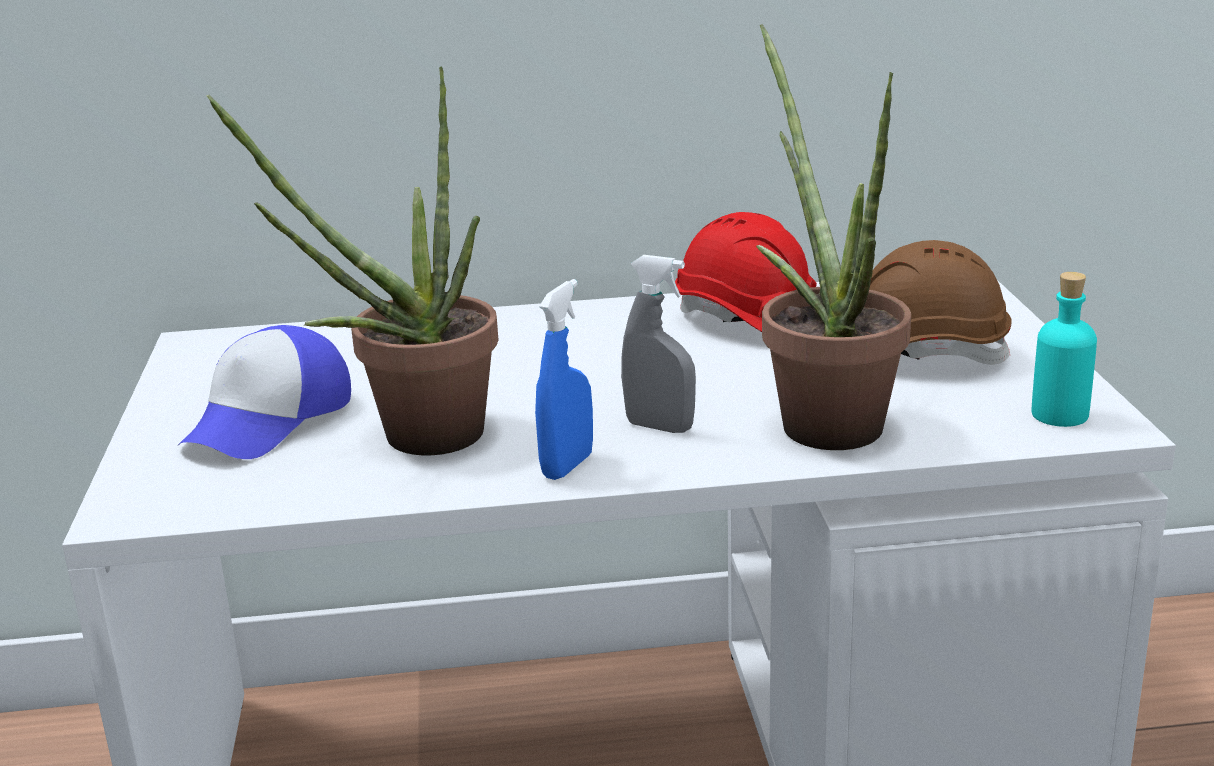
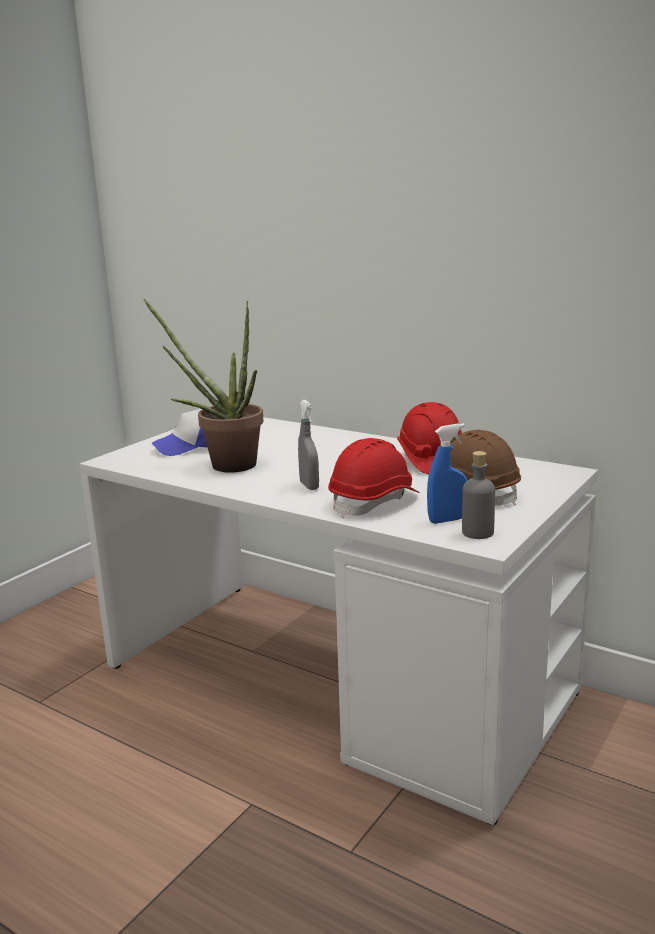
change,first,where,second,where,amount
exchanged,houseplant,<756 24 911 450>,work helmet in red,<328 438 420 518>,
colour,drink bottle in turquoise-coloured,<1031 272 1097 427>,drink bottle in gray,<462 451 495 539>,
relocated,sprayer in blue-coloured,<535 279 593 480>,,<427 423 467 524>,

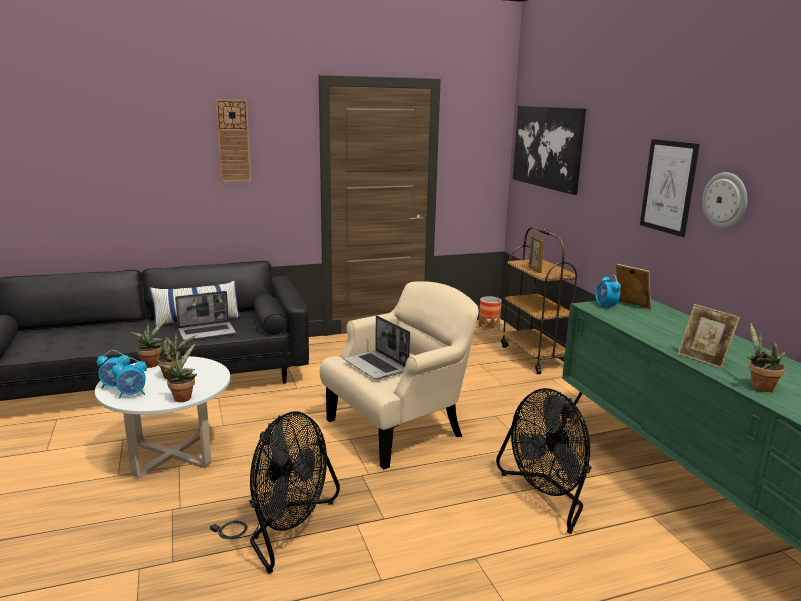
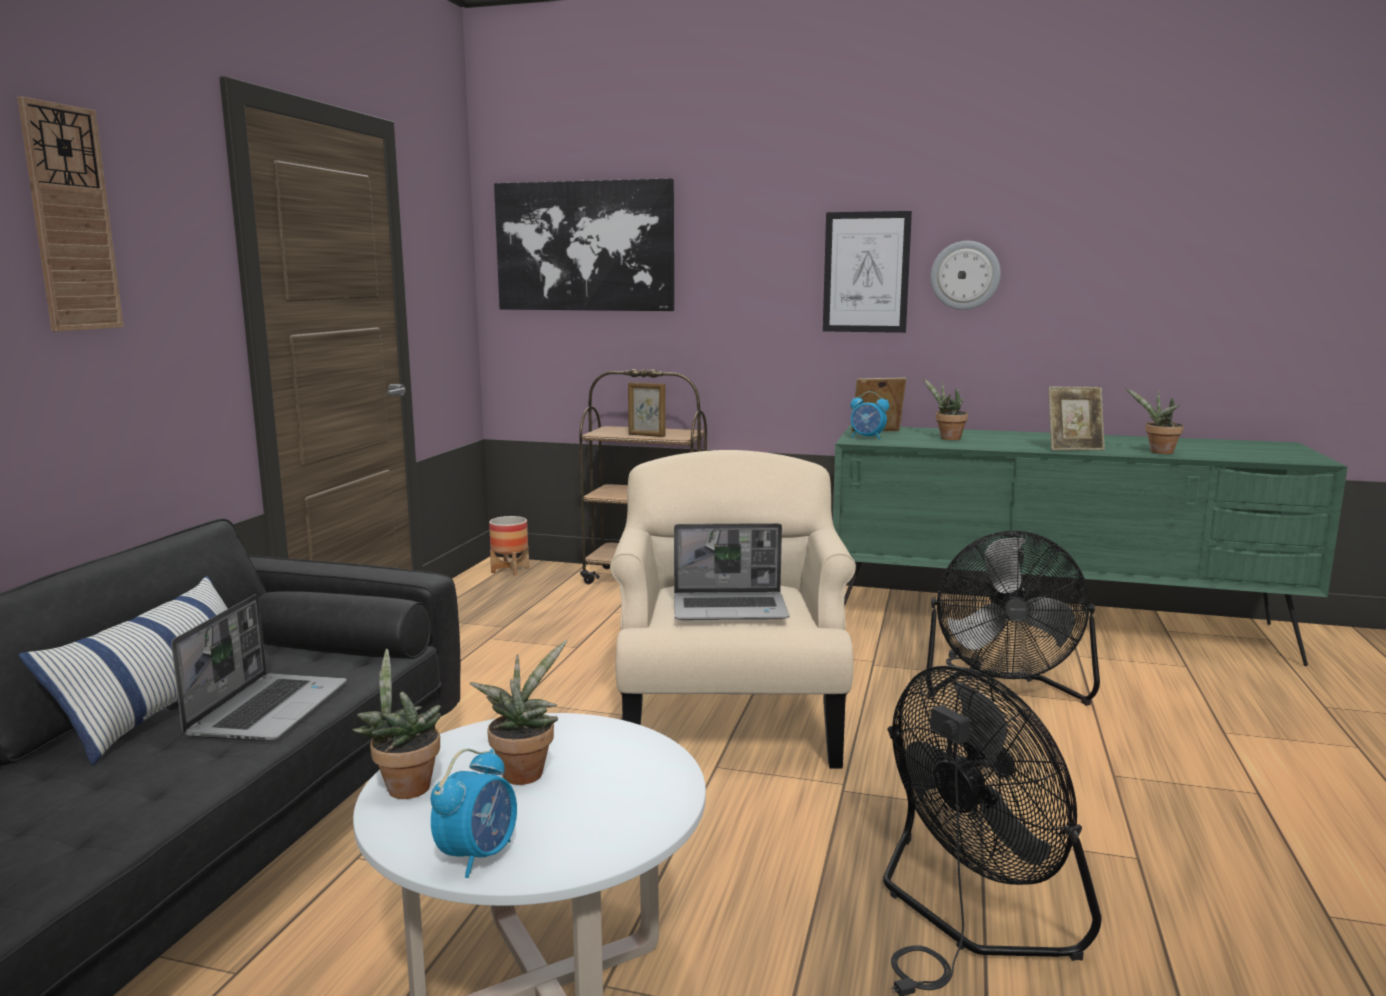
change,first,where,second,where,amount
relocated,houseplant,<158 344 197 402>,,<923 378 968 440>,
missing,alarm clock,<112 358 147 399>,,,

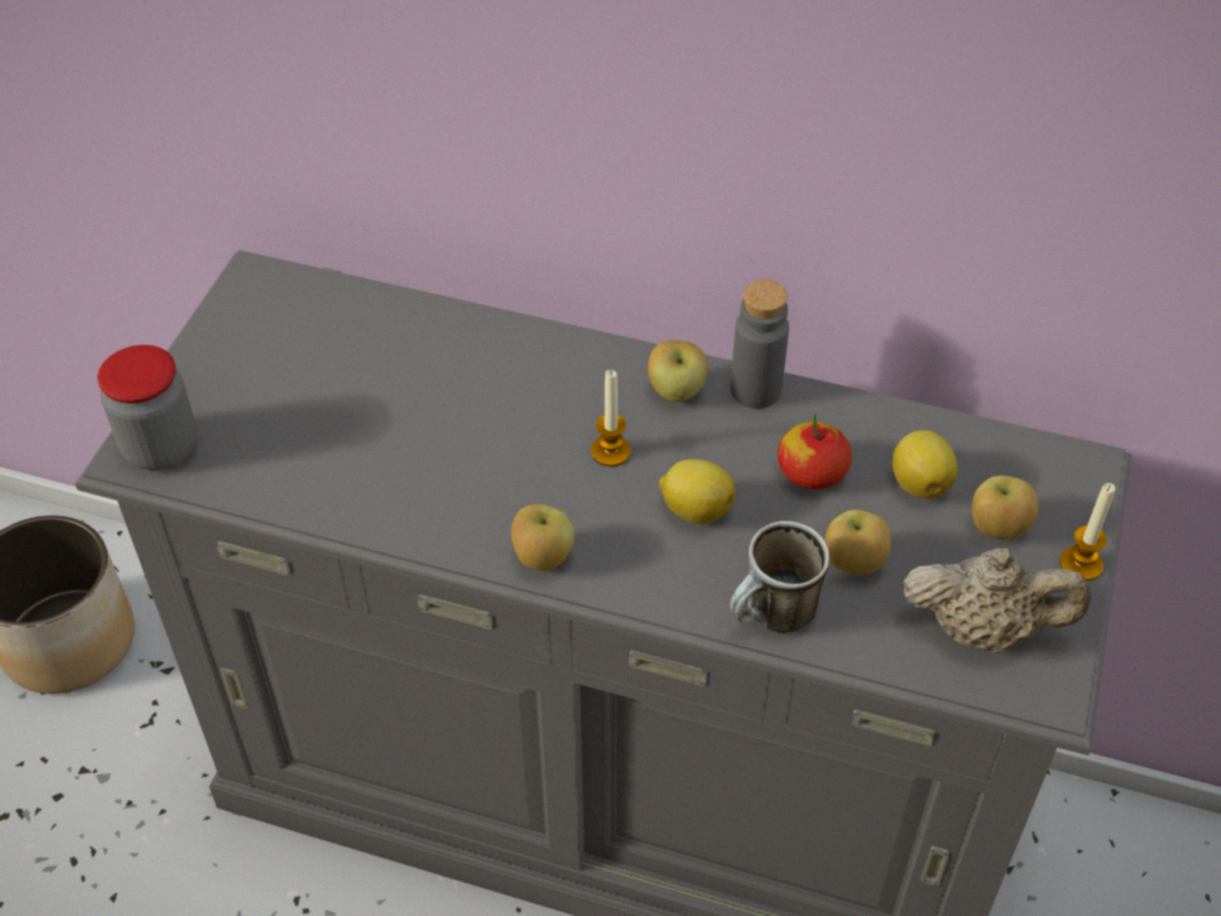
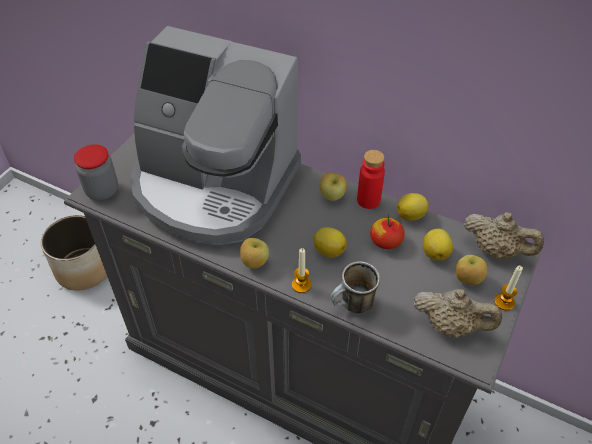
change,first,where,second,where,amount
colour,drink bottle in gray,<731 280 789 409>,drink bottle in red,<357 150 385 209>,
relocated,candle,<591 370 631 467>,,<292 248 311 293>,
missing,whole apple,<825 510 891 575>,,,
appeared,,,coffee brewer,<130 26 301 245>,
appeared,,,citrus fruit,<397 193 428 221>,
appeared,,,tea pot in sand-coloured,<464 212 544 259>,

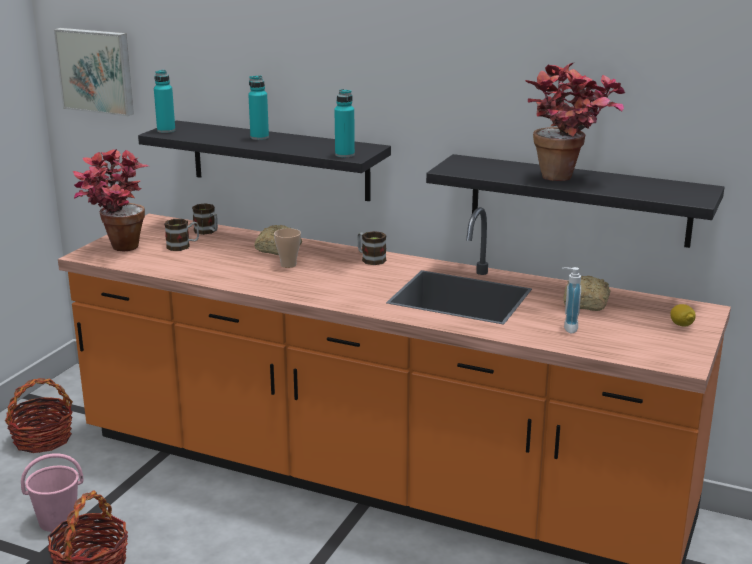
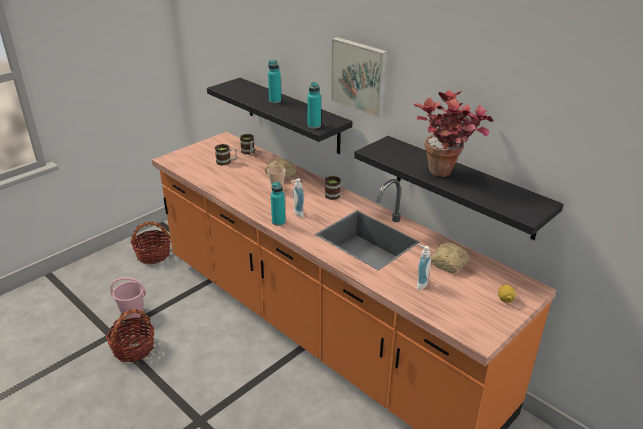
change,first,where,second,where,amount
relocated,wall art,<54 28 134 116>,,<331 37 388 118>,
relocated,drink bottle in turquoise-coloured,<154 70 175 133>,,<271 181 285 226>,
missing,houseplant,<73 149 149 252>,,,
appeared,,,soap bottle,<290 179 304 217>,

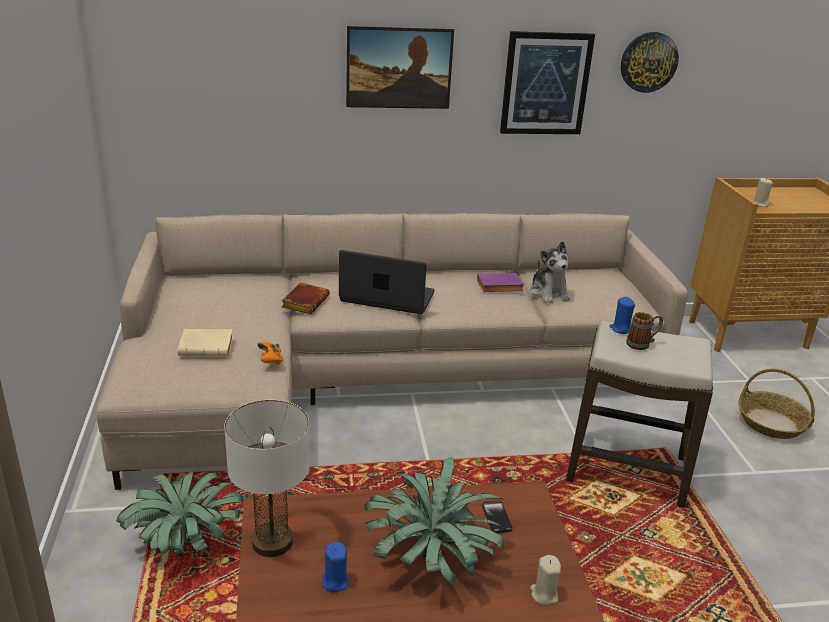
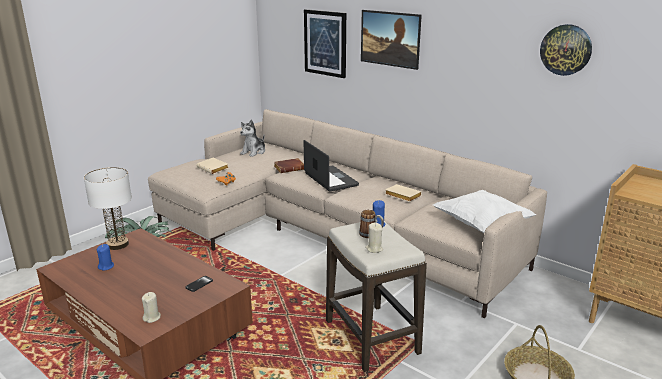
change,first,where,second,where,amount
relocated,wall art,<500 31 595 134>,,<304 9 346 78>,
relocated,candle in sand-coloured,<753 178 773 207>,,<365 222 383 253>,
relocated,soft toy,<530 241 570 303>,,<240 119 265 157>,
colour,volume in purplish,<477 273 524 292>,volume in sand-coloured,<385 184 422 202>,
missing,houseplant,<364 457 505 585>,,,
appeared,,,cushion in whitish,<433 190 536 233>,

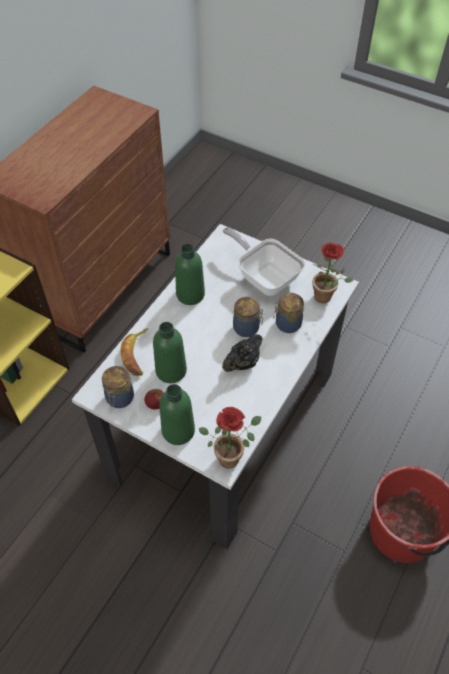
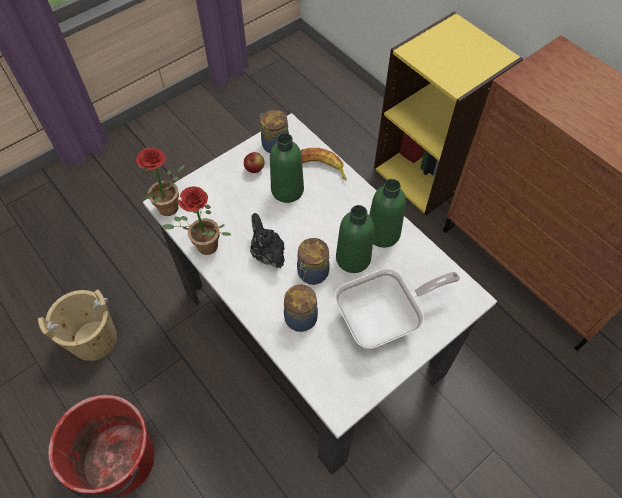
change,first,where,second,where,amount
relocated,houseplant,<312 243 353 303>,,<162 186 231 255>,
relocated,drink bottle in greenish,<159 384 195 445>,,<336 205 374 273>,
appeared,,,water bucket in sand-coloured,<38 289 117 361>,

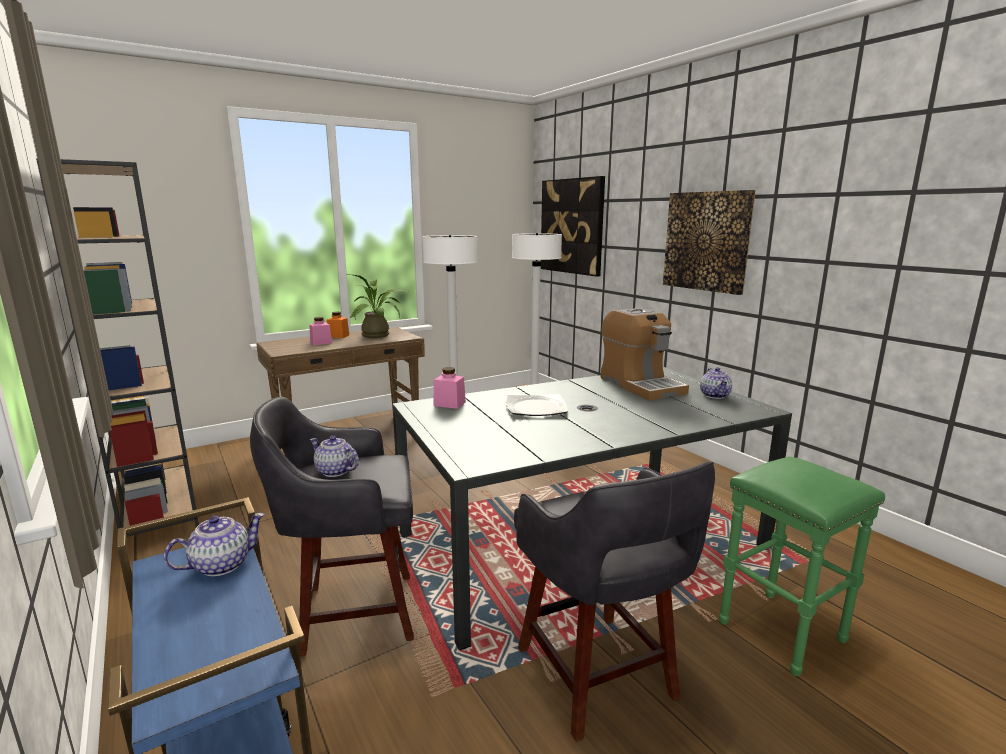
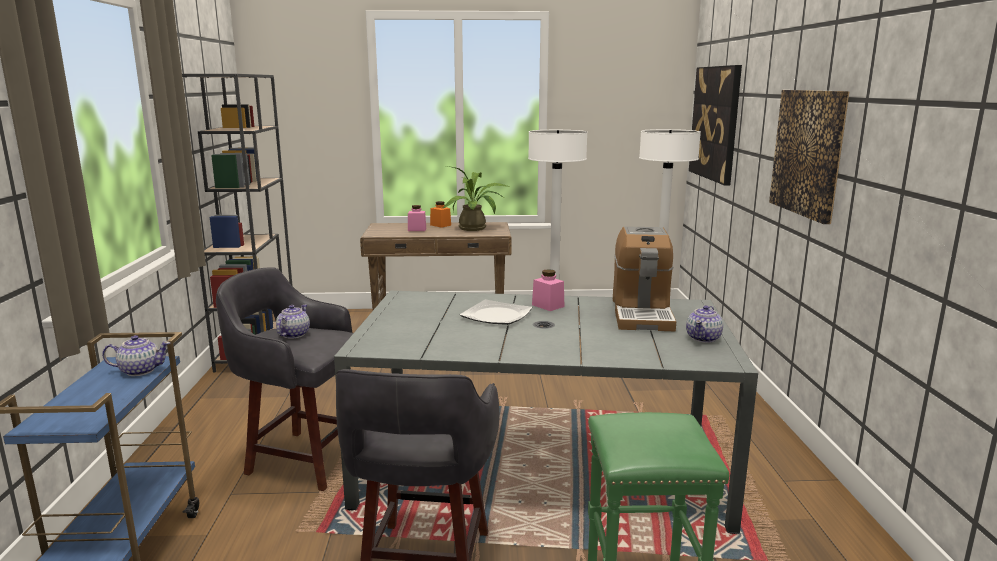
change,first,where,second,where,amount
relocated,jar in pink,<433 367 466 409>,,<532 269 564 311>,
spun,tea pot,<310 436 359 477>,,<276 304 310 339>,45 degrees clockwise

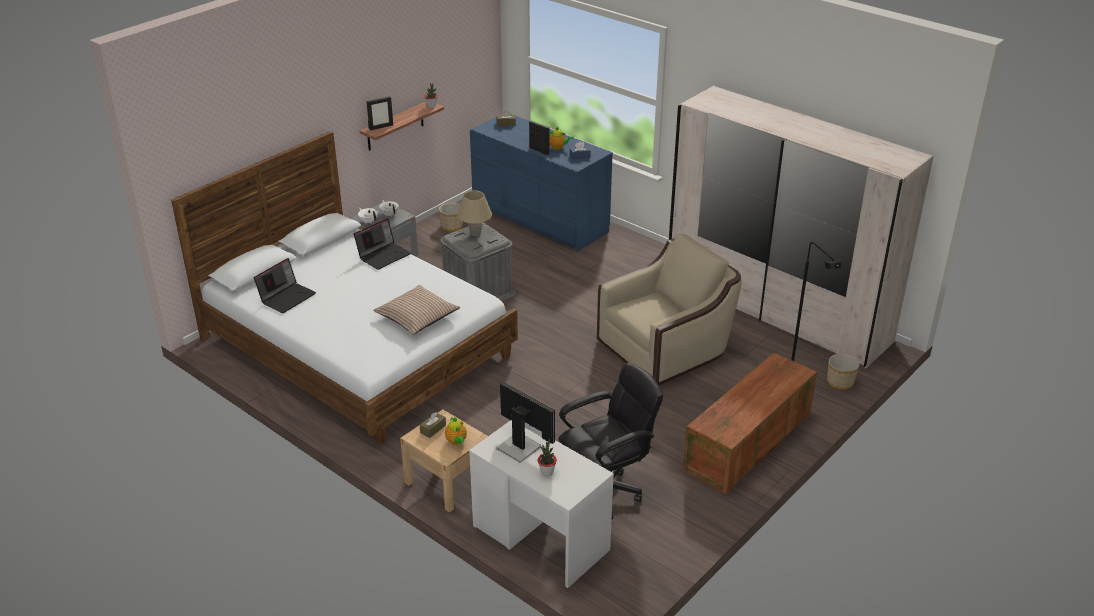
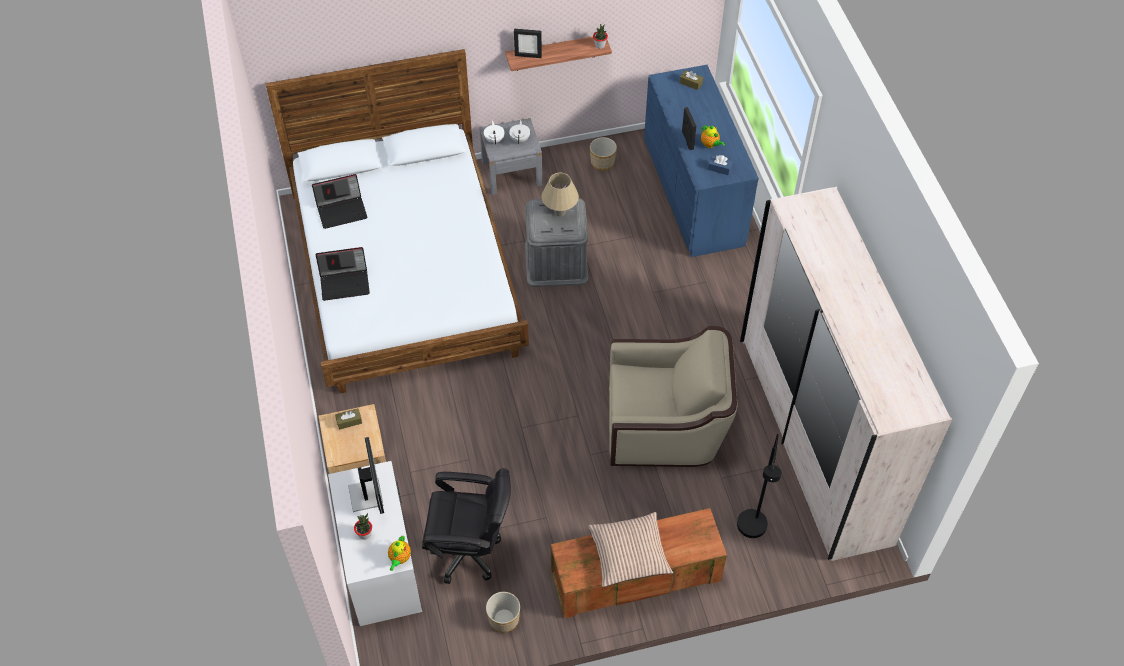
change,first,where,second,where,amount
relocated,laptop,<354 218 411 270>,,<315 247 370 301>,
relocated,cushion,<373 285 460 335>,,<588 512 673 587>,
relocated,plant pot,<827 354 859 390>,,<486 592 520 633>,
relocated,tea pot,<445 417 467 445>,,<388 536 411 571>,

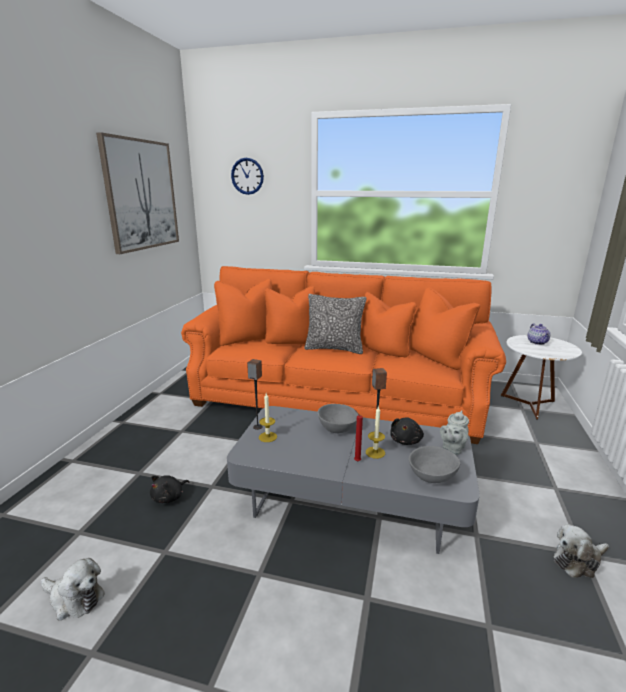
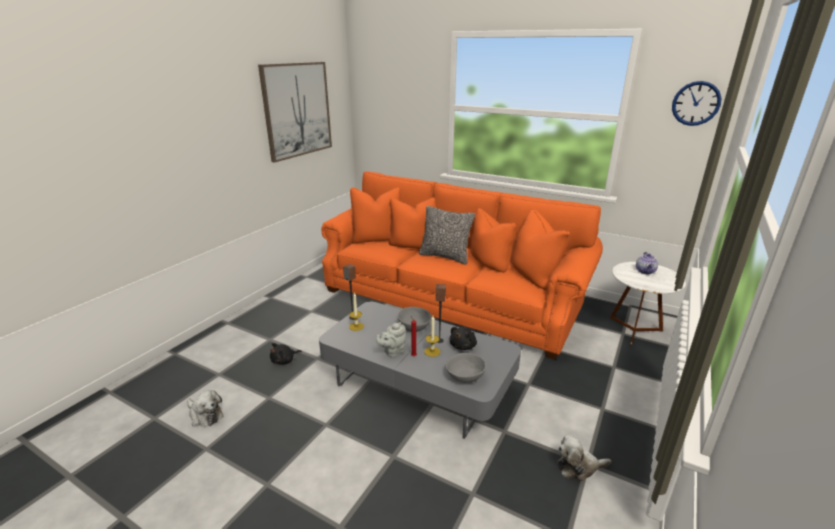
change,first,where,second,where,amount
relocated,clock on the wall,<231 158 264 195>,,<672 81 721 126>,
relocated,tea pot in gray,<440 410 469 455>,,<376 322 406 357>,

